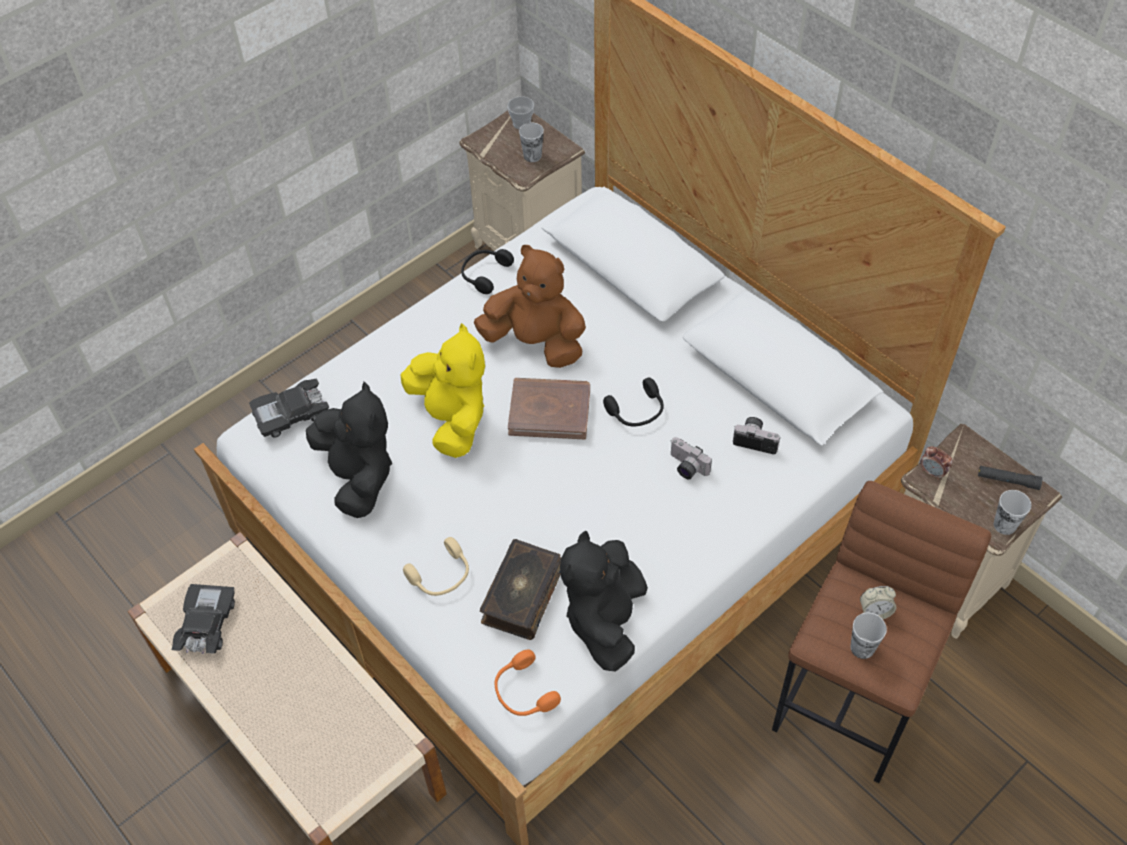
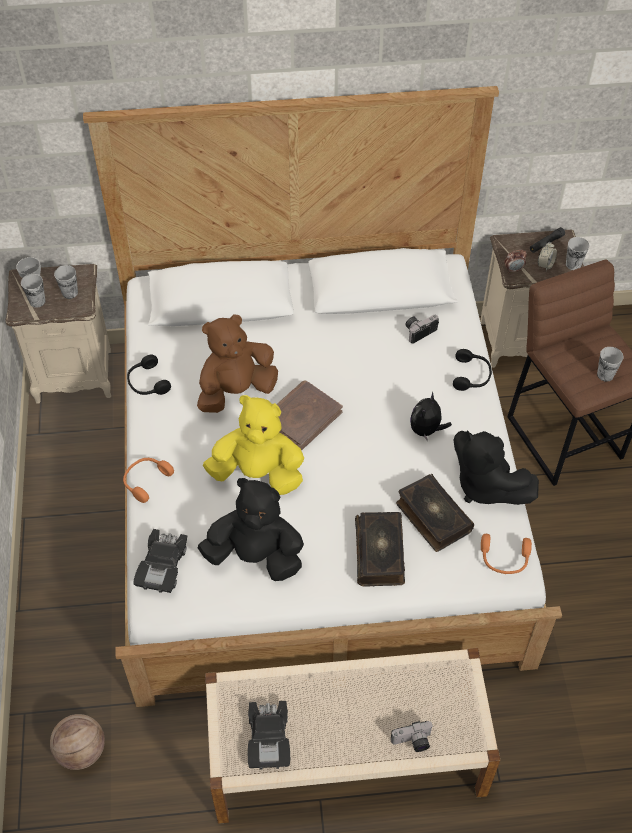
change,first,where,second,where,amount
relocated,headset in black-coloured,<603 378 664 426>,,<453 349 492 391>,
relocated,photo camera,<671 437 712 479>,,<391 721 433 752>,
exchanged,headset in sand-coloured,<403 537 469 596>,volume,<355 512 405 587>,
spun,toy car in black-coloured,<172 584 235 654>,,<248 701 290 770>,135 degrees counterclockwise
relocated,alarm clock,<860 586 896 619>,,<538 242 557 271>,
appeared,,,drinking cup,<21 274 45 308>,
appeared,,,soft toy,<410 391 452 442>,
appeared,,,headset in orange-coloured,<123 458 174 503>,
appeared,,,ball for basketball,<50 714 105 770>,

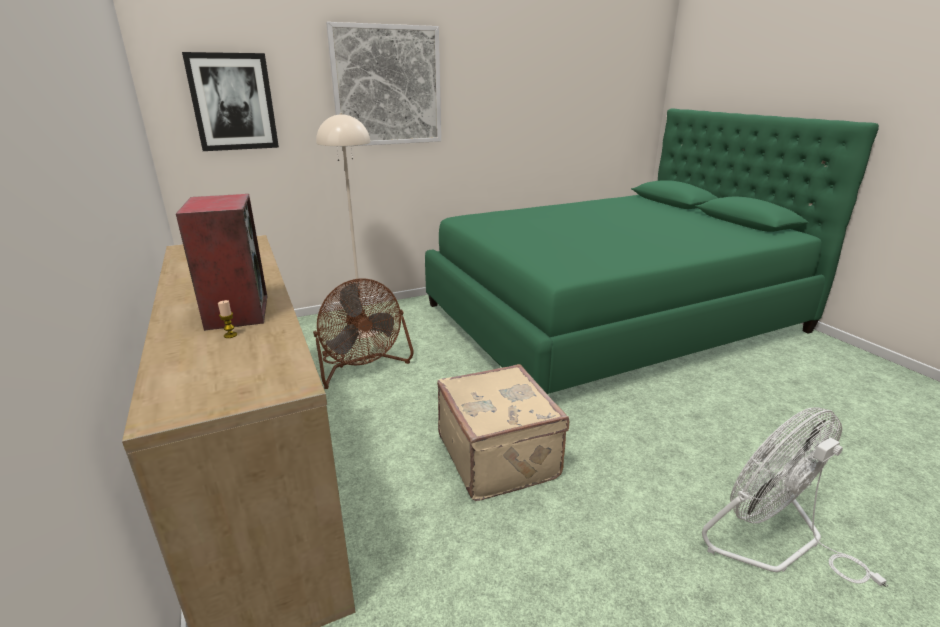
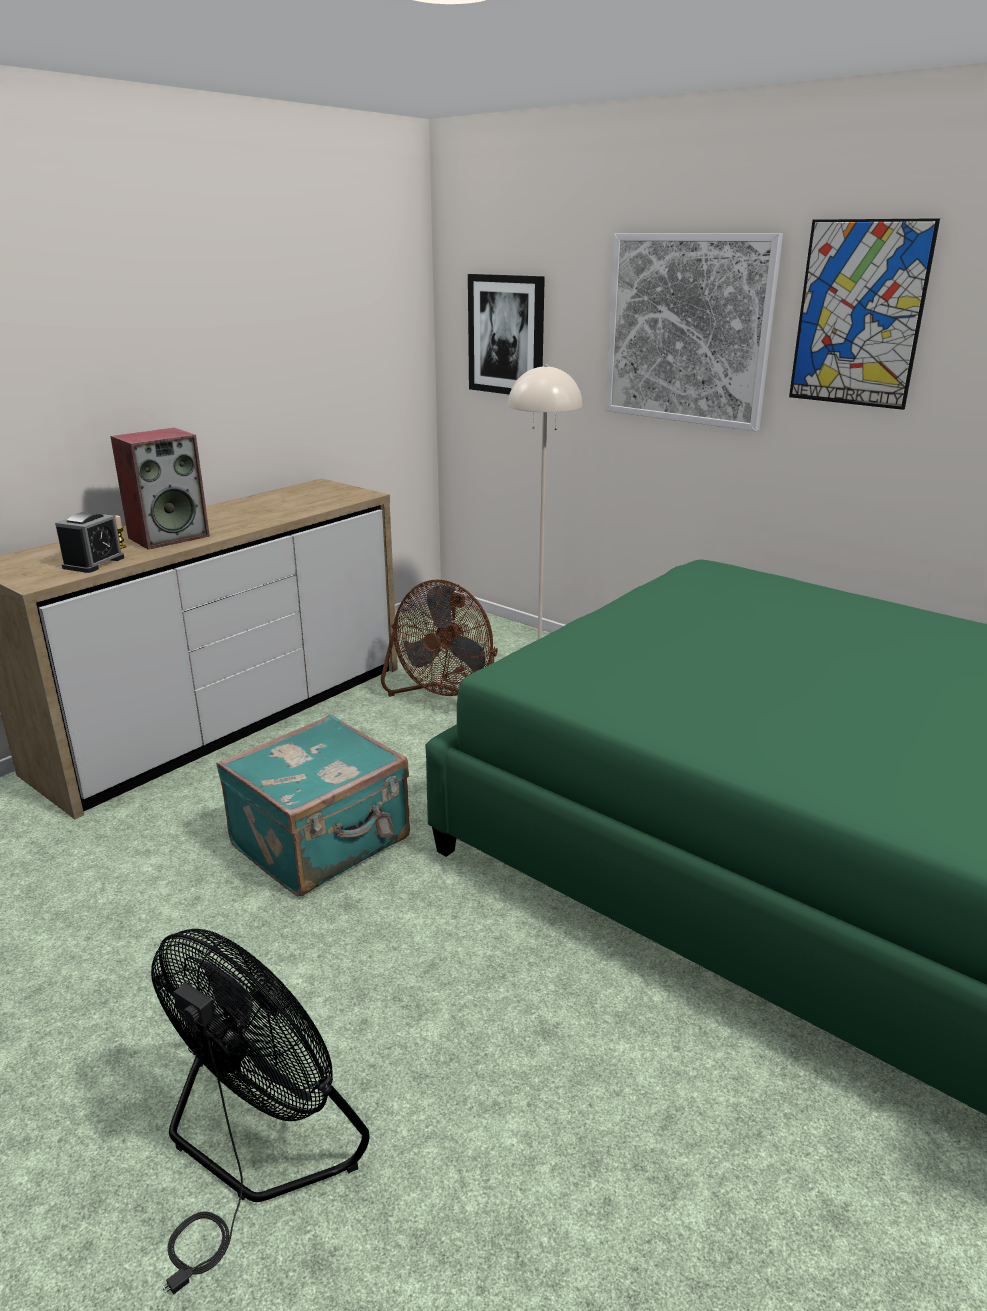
change,first,where,second,where,amount
colour,suitcase in sand-coloured,<437 364 569 501>,suitcase in turquoise-coloured,<216 714 410 896>,
colour,fan in whitish,<702 407 888 587>,fan in black-coloured,<151 929 370 1295>,
appeared,,,wall art,<789 218 940 410>,
appeared,,,alarm clock,<55 512 124 573>,

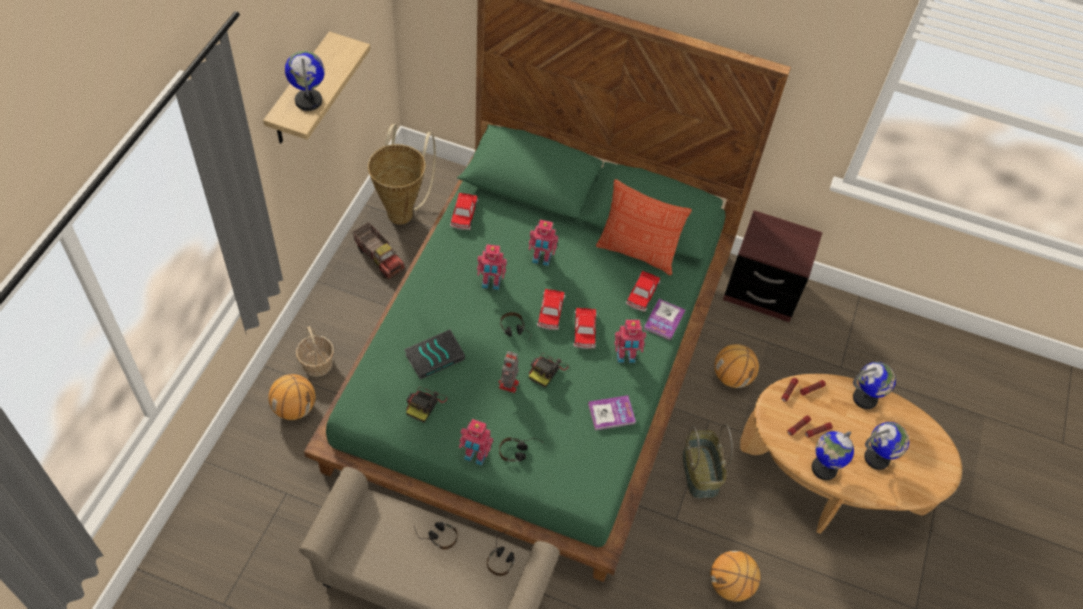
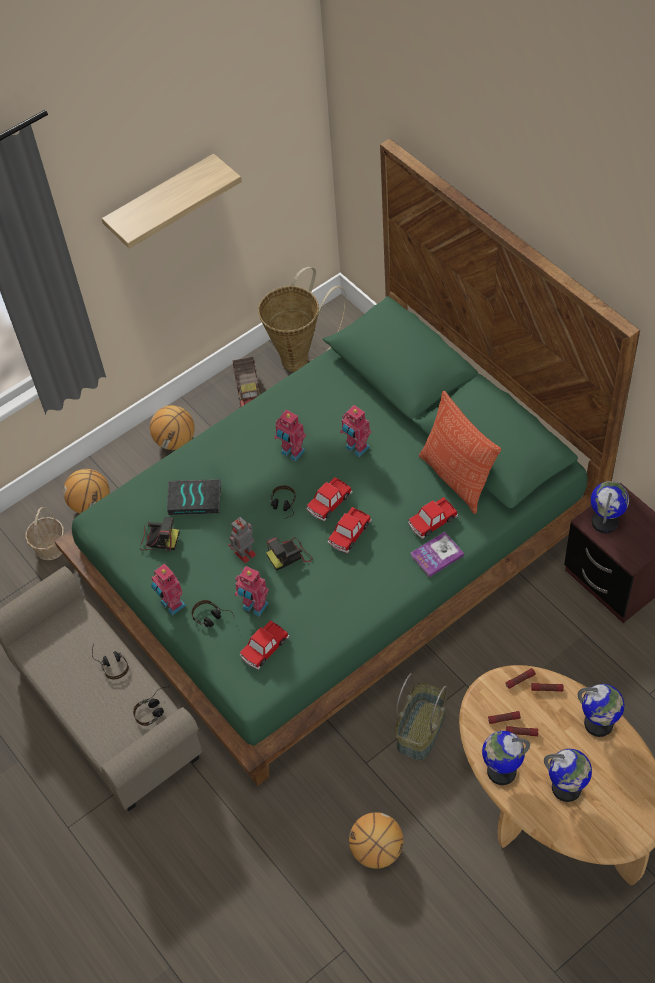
change,first,where,second,where,amount
relocated,globe,<285 51 325 111>,,<591 481 629 533>,
relocated,toy car,<450 193 478 230>,,<240 620 290 670>,
relocated,toy robot,<615 320 646 363>,,<235 566 269 617>,
relocated,household basket,<296 326 334 377>,,<25 507 64 560>,
relocated,ball for basketball,<714 344 759 388>,,<150 405 195 450>,
spun,photo camera,<406 387 447 423>,,<140 517 179 552>,135 degrees counterclockwise
missing,volume,<588 395 636 430>,,,

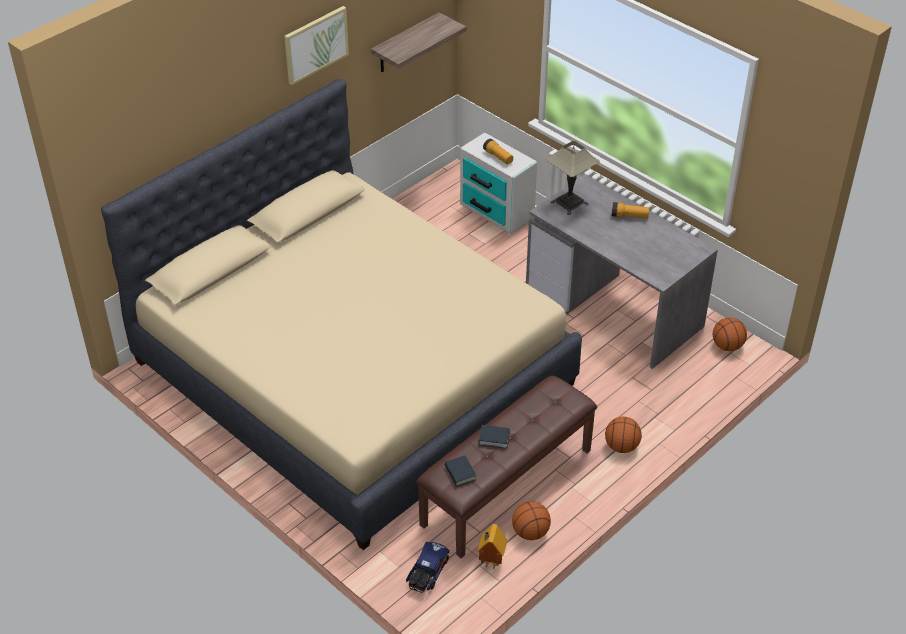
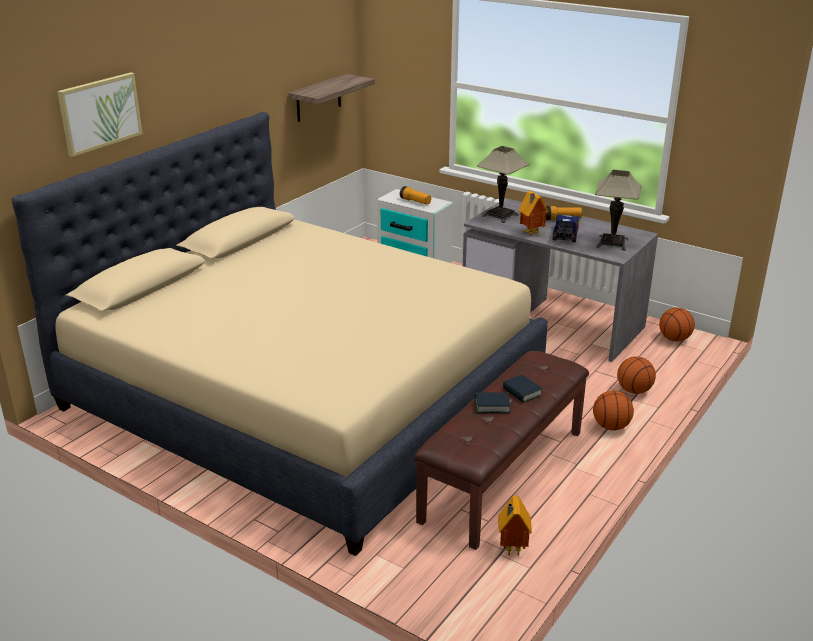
change,first,where,second,where,amount
relocated,wall art,<284 6 349 85>,,<57 72 143 157>,
relocated,volume,<444 455 476 487>,,<503 375 542 403>,
relocated,ball for basketball,<512 501 551 540>,,<617 357 656 394>,
relocated,model truck,<406 542 450 593>,,<553 215 580 242>,
appeared,,,table lamp,<595 170 642 251>,
appeared,,,toy house,<519 191 548 237>,

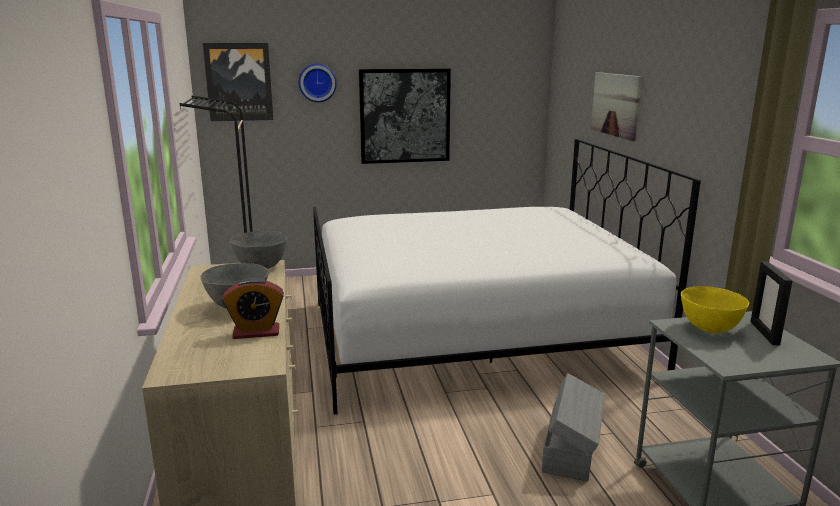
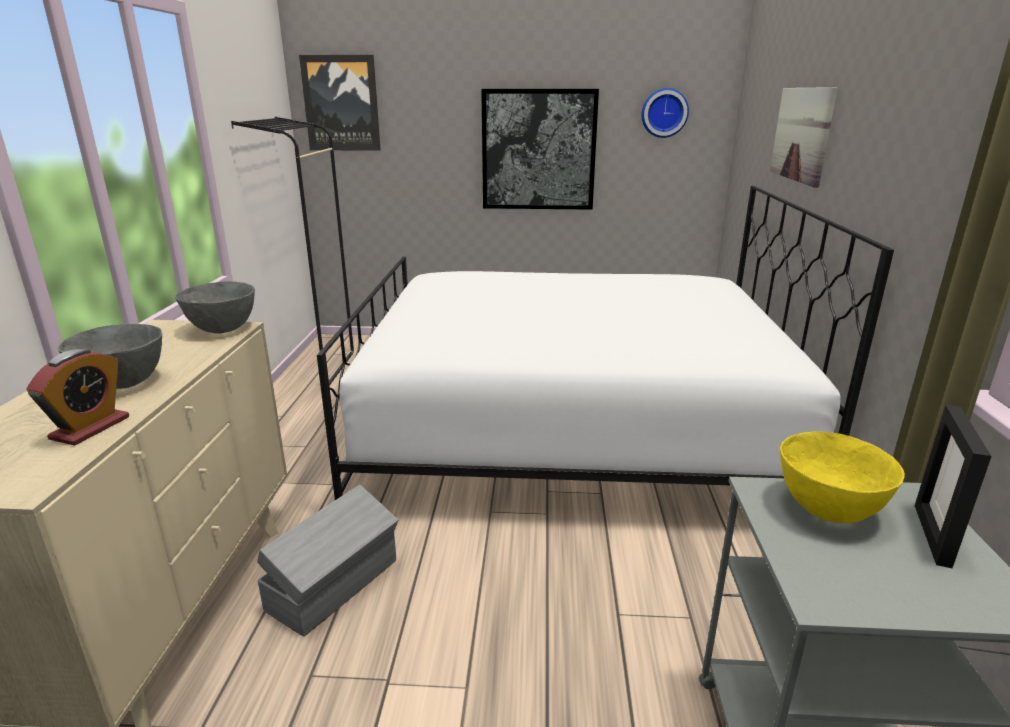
change,first,where,second,where,amount
relocated,clock on the wall,<299 64 337 102>,,<642 88 689 138>,
spun,alarm clock,<222 278 284 339>,,<26 349 129 446>,75 degrees counterclockwise
relocated,storage container in gray,<542 373 605 481>,,<257 485 398 637>,

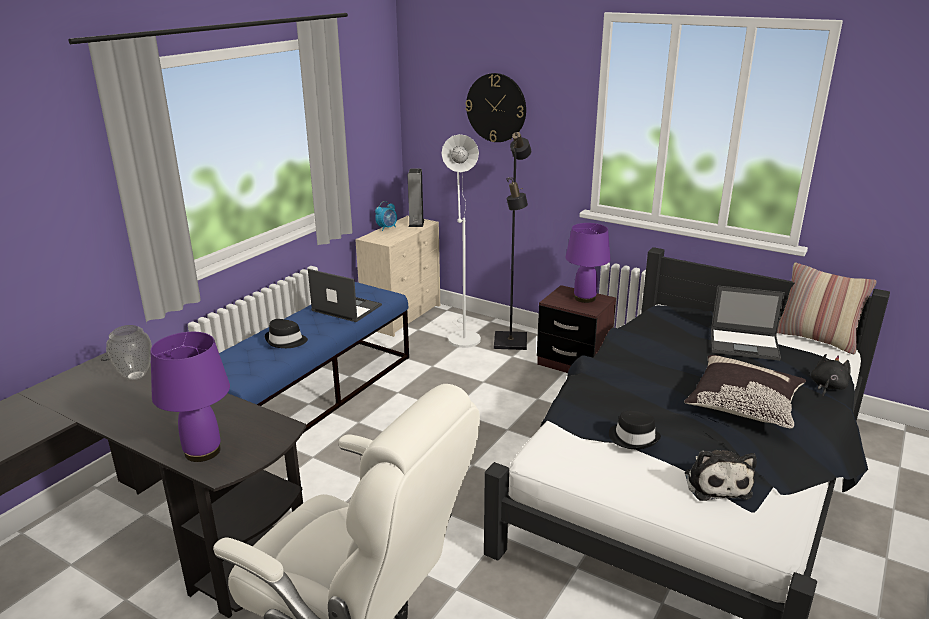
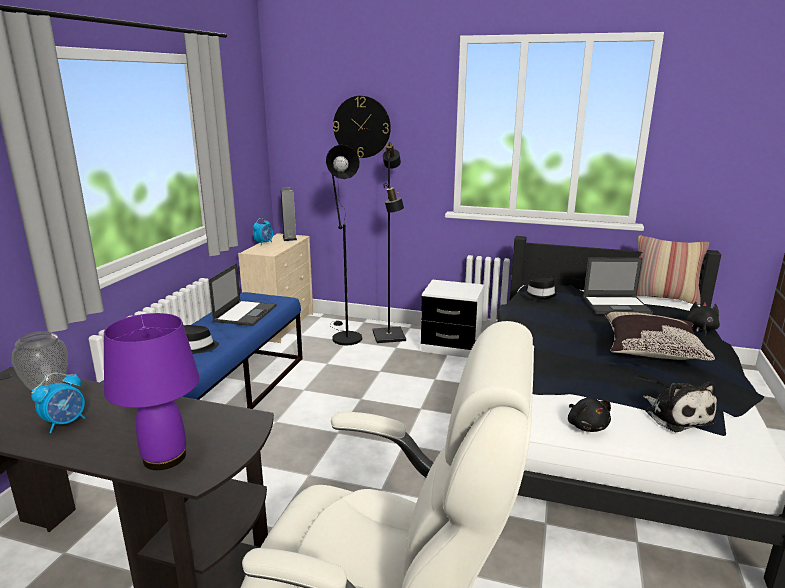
change,first,where,second,where,amount
colour,floor lamp in whitish,<441 134 481 348>,floor lamp in black-coloured,<326 145 362 345>,
missing,table lamp in purplish,<565 223 610 303>,,,
spun,laptop,<308 269 382 322>,,<208 263 276 326>,90 degrees clockwise
colour,night table in brownish,<537 285 616 373>,night table in whitish,<421 280 484 358>,
relocated,hat in black-coloured,<609 411 661 449>,,<522 278 559 299>,
appeared,,,alarm clock,<31 373 85 433>,
appeared,,,soft toy in black-coloured,<568 398 611 432>,

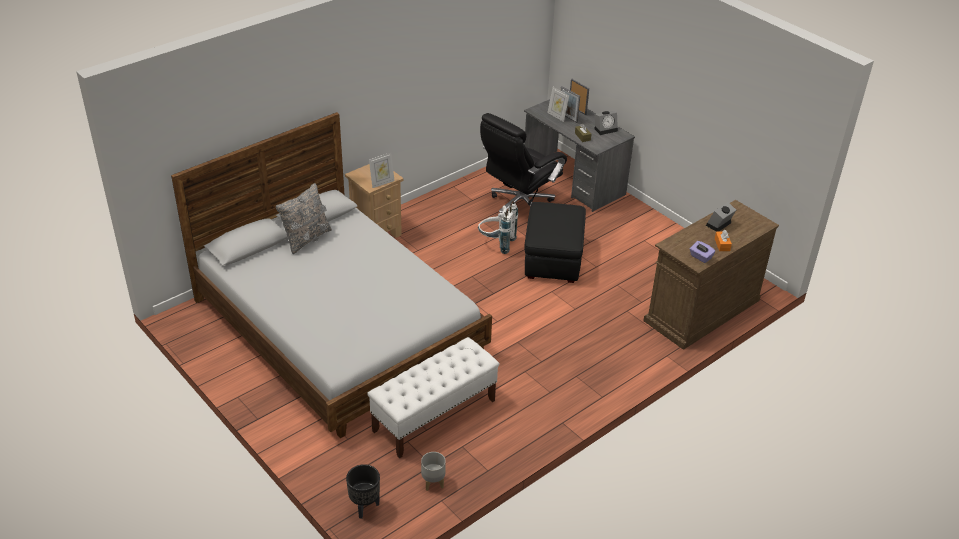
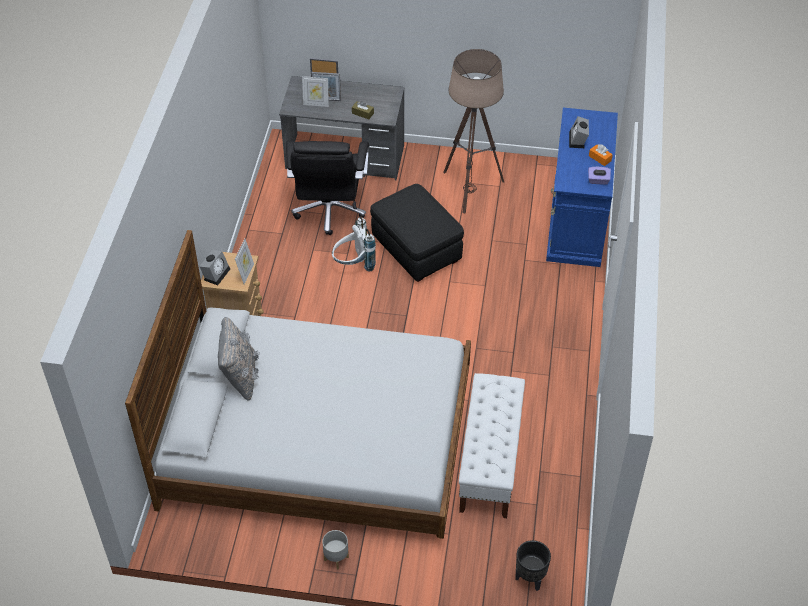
change,first,where,second,where,amount
relocated,alarm clock,<594 111 618 135>,,<199 250 230 285>,
colour,dresser in brownish,<643 200 779 350>,dresser in blue-coloured,<546 108 618 267>,
relocated,plant pot in gray,<421 452 446 491>,,<322 530 349 570>,
appeared,,,floor lamp,<443 49 504 213>,

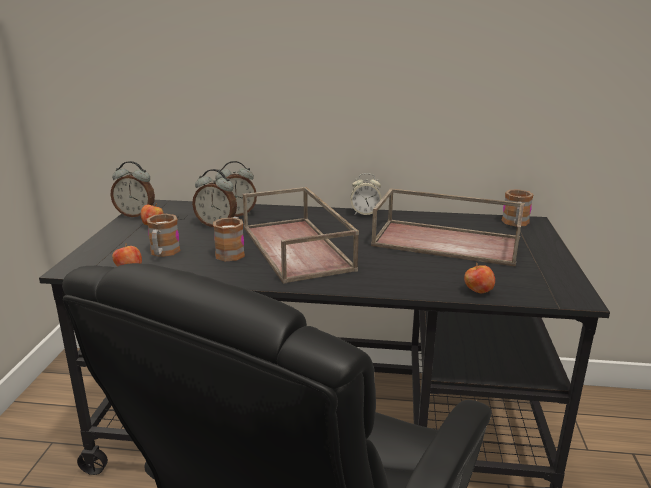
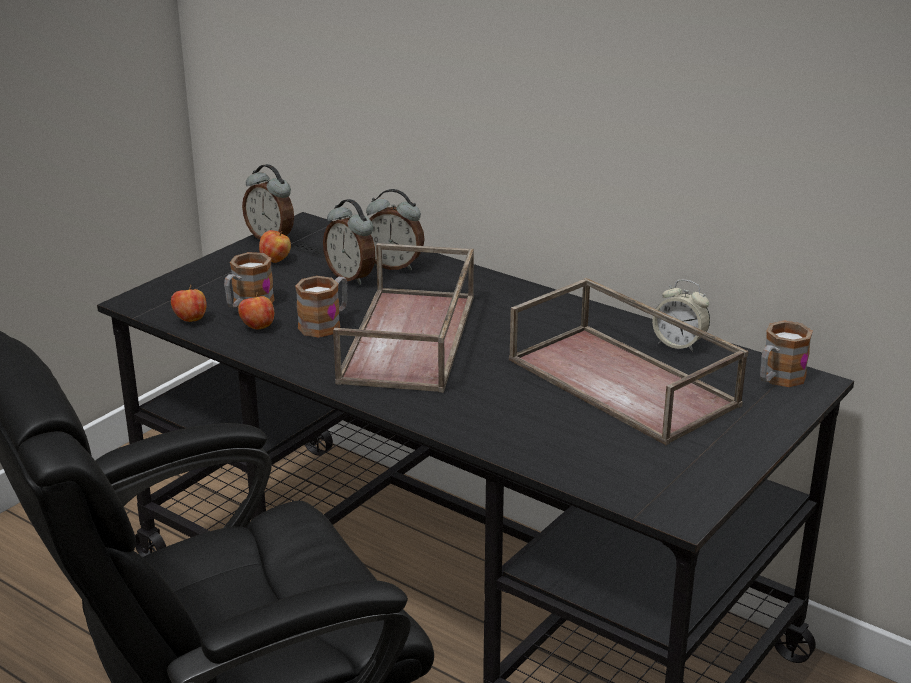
change,first,where,second,where,amount
relocated,alarm clock,<350 173 382 215>,,<652 280 710 352>,
relocated,whole apple,<464 263 495 293>,,<238 292 274 330>,

